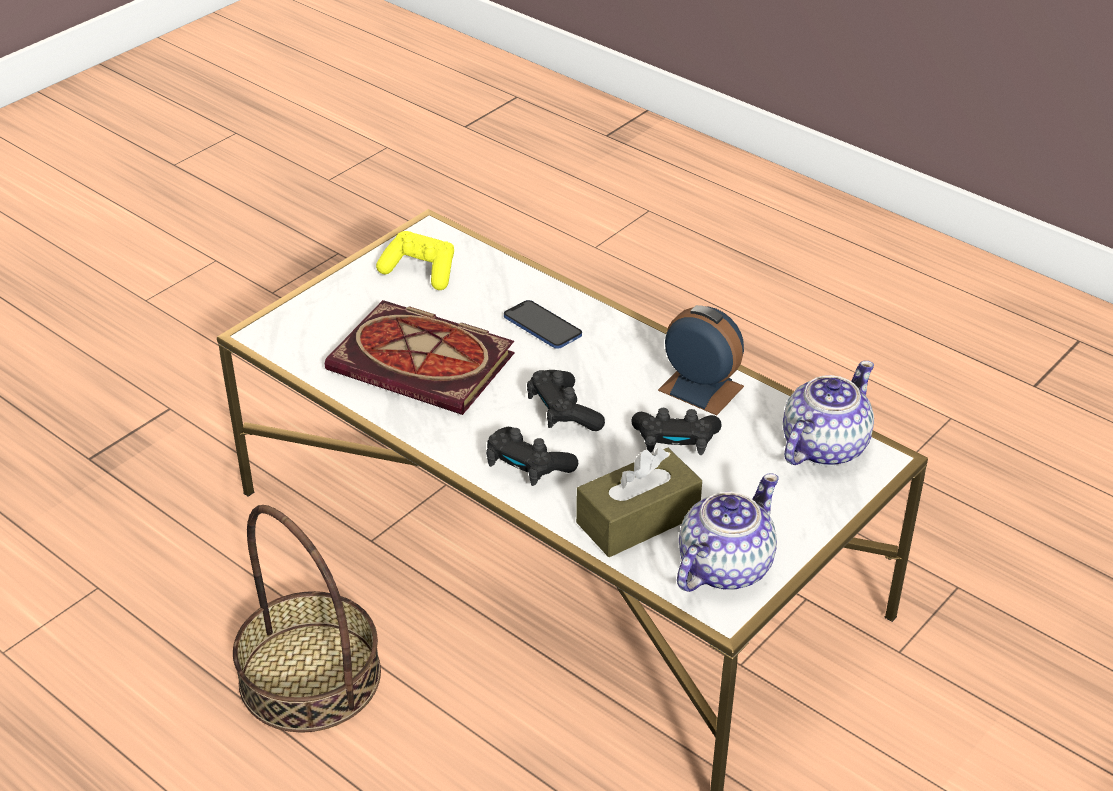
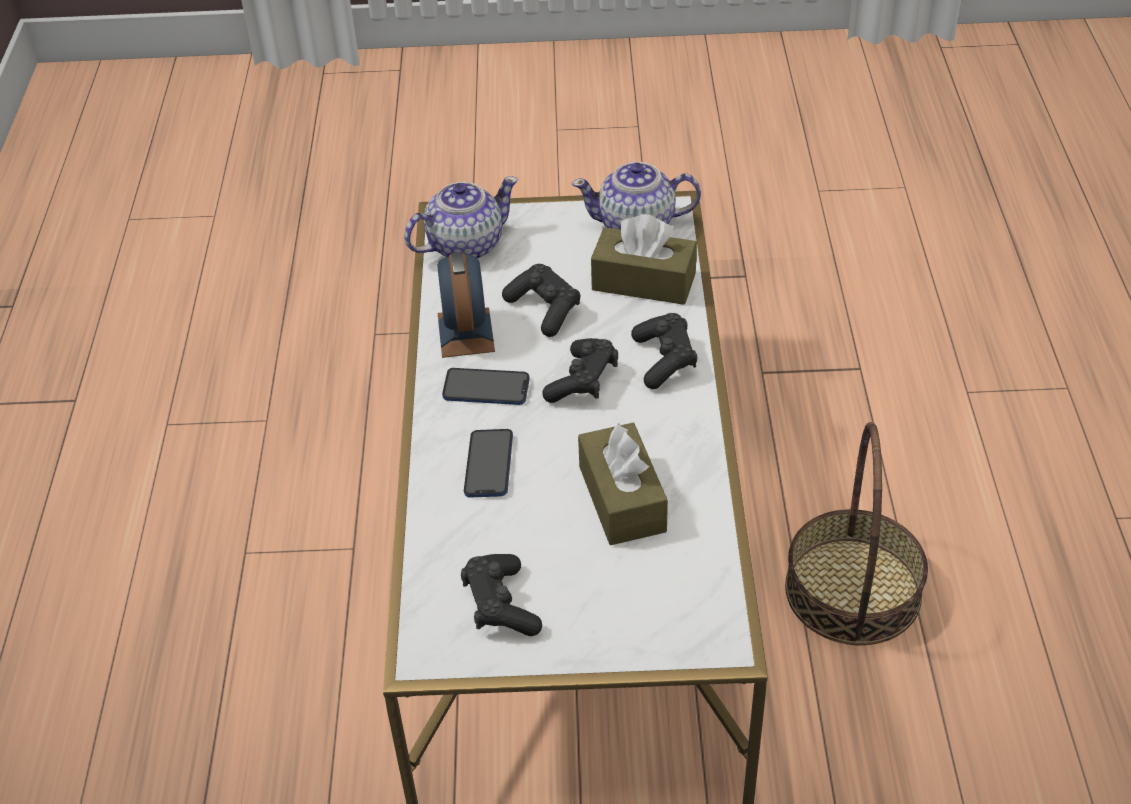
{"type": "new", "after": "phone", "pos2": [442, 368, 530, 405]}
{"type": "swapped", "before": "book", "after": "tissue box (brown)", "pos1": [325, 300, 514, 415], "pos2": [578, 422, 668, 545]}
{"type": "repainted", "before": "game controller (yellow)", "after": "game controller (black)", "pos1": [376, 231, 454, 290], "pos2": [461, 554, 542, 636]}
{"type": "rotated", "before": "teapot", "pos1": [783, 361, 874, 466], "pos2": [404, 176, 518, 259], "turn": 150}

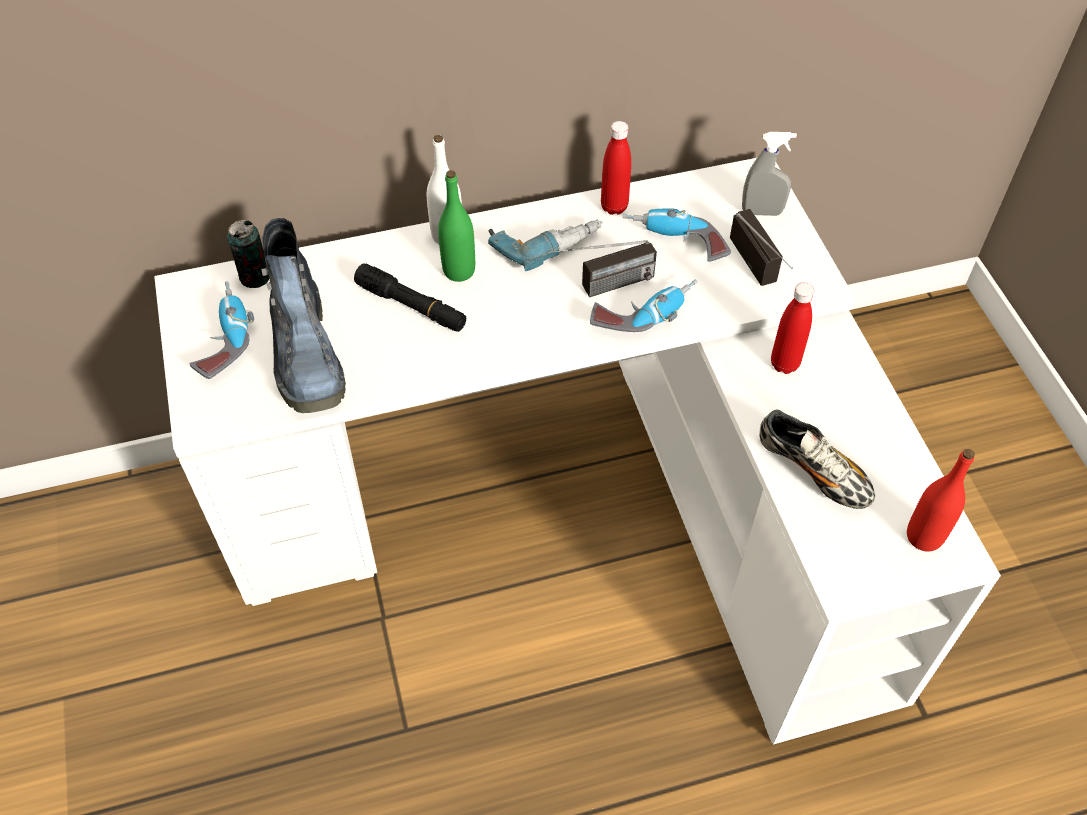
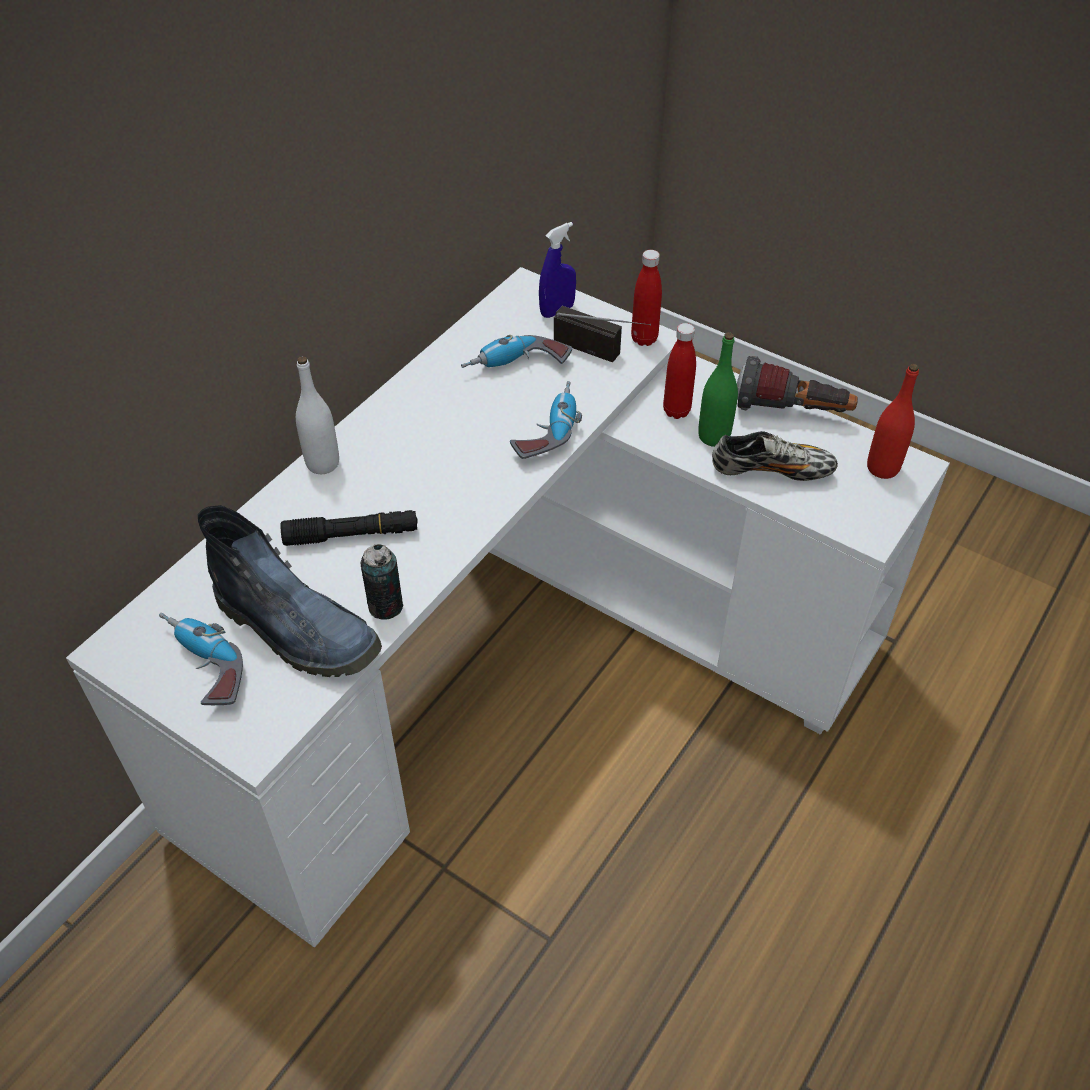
{"type": "gone", "before": "power drill", "pos1": [488, 220, 603, 271]}
{"type": "gone", "before": "radio", "pos1": [547, 240, 657, 297]}
{"type": "new", "after": "flashlight", "pos2": [737, 356, 858, 412]}
{"type": "shifted", "before": "can", "pos1": [227, 220, 269, 288], "pos2": [361, 544, 403, 620]}
{"type": "shifted", "before": "bottle (green)", "pos1": [438, 170, 475, 282], "pos2": [698, 332, 738, 447]}
{"type": "shifted", "before": "bottle (red)", "pos1": [601, 121, 631, 215], "pos2": [631, 250, 662, 346]}
{"type": "repainted", "before": "spray bottle (grey)", "after": "spray bottle (blue)", "pos1": [742, 132, 797, 216], "pos2": [539, 222, 576, 318]}

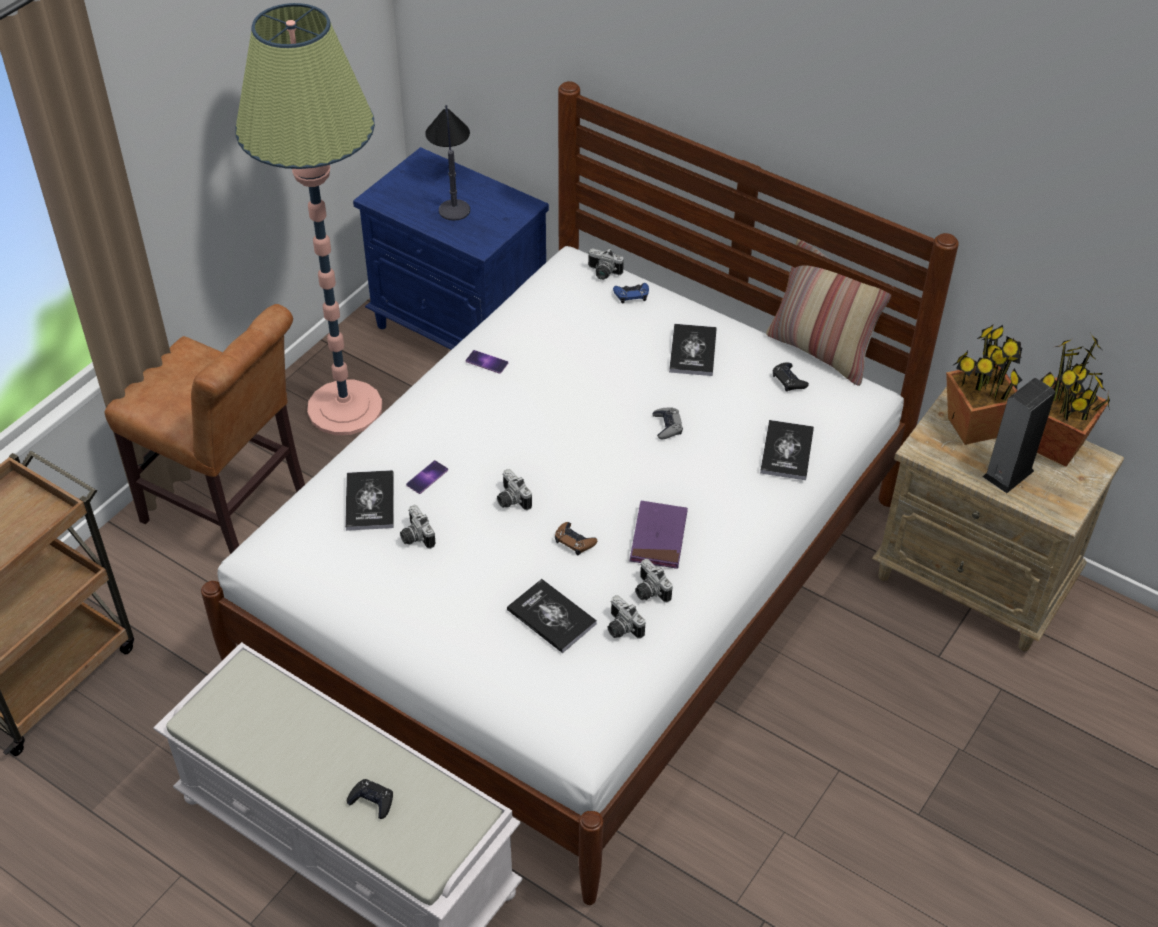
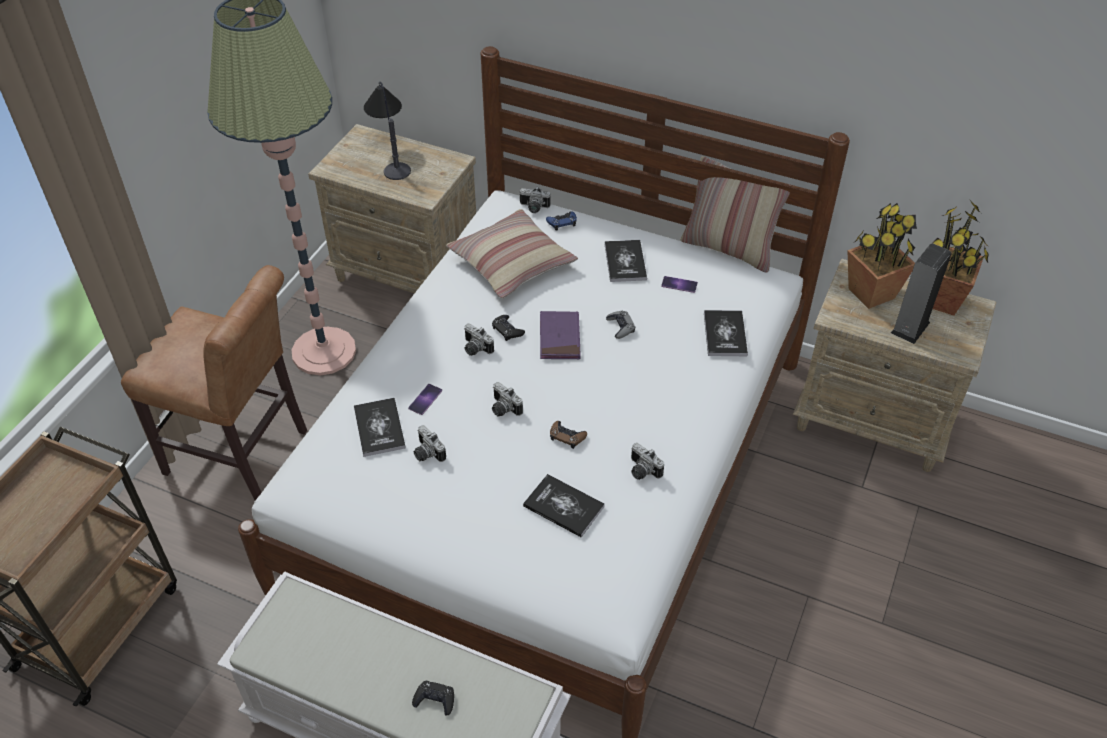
{"type": "new", "after": "pillow", "pos2": [446, 209, 578, 299]}
{"type": "shifted", "before": "phone", "pos1": [466, 350, 508, 374], "pos2": [661, 276, 698, 293]}
{"type": "shifted", "before": "photo camera", "pos1": [608, 595, 646, 638], "pos2": [464, 323, 494, 356]}
{"type": "shifted", "before": "book (purple)", "pos1": [630, 501, 688, 569], "pos2": [540, 311, 581, 359]}
{"type": "shifted", "before": "game controller (black)", "pos1": [773, 362, 809, 392], "pos2": [492, 315, 525, 341]}
{"type": "repainted", "before": "nightstand (blue)", "after": "nightstand (beige)", "pos1": [353, 147, 549, 350], "pos2": [308, 124, 476, 293]}

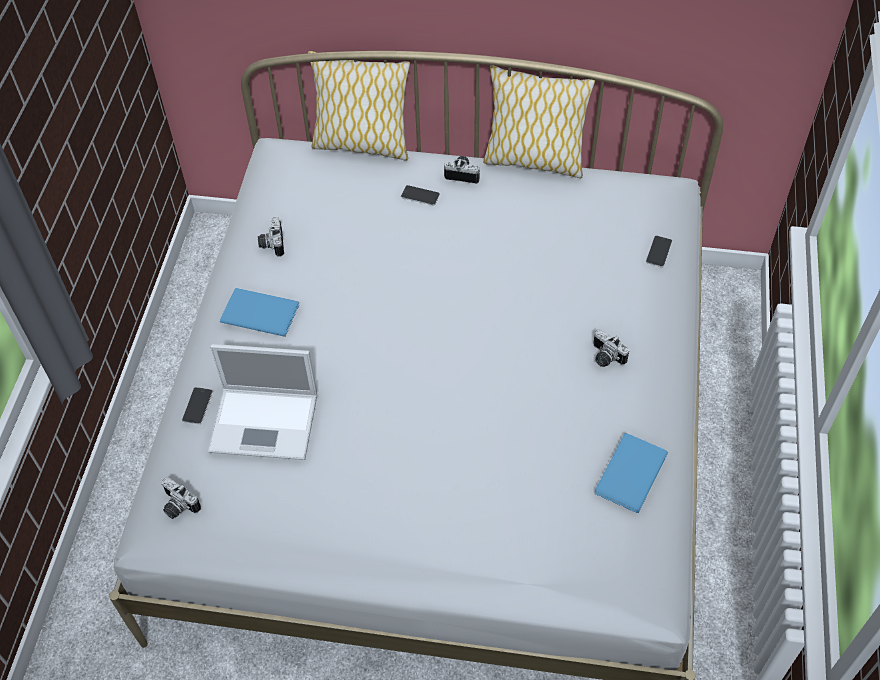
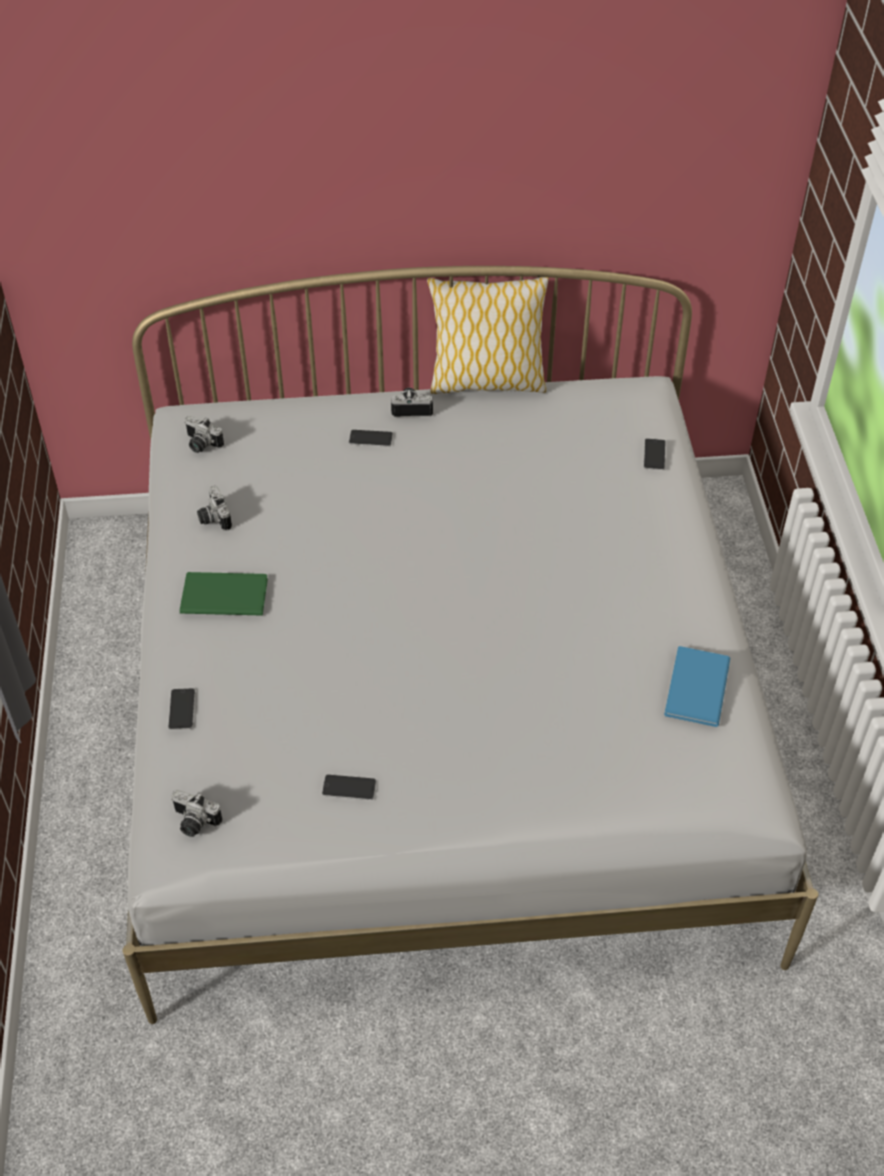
{"type": "gone", "before": "laptop", "pos1": [208, 344, 317, 460]}
{"type": "gone", "before": "pillow", "pos1": [308, 51, 410, 161]}
{"type": "new", "after": "phone", "pos2": [322, 775, 376, 800]}
{"type": "shifted", "before": "photo camera", "pos1": [593, 329, 629, 367], "pos2": [185, 416, 224, 453]}
{"type": "repainted", "before": "book (blue)", "after": "book (green)", "pos1": [220, 288, 299, 337], "pos2": [180, 572, 268, 615]}

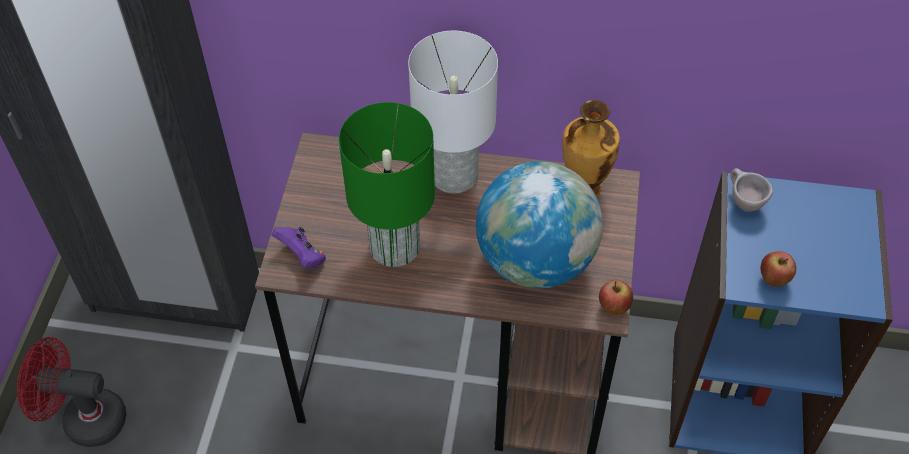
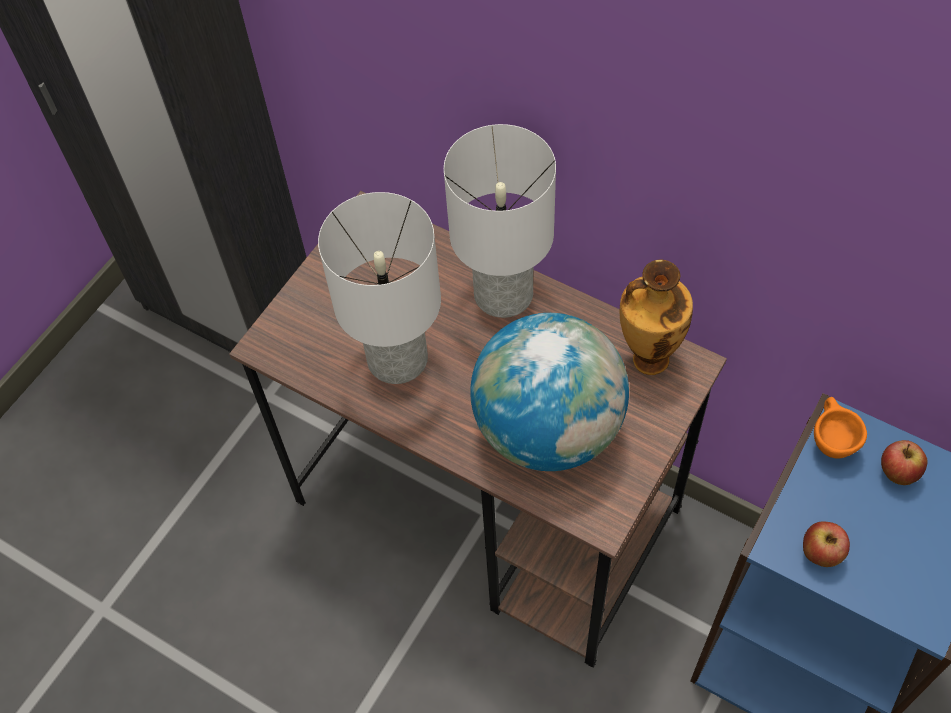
{"type": "gone", "before": "fan (red)", "pos1": [17, 337, 126, 447]}
{"type": "gone", "before": "game controller (purple)", "pos1": [272, 227, 326, 268]}
{"type": "shifted", "before": "apple", "pos1": [599, 280, 633, 315], "pos2": [881, 440, 928, 485]}
{"type": "repainted", "before": "table lamp (green)", "after": "table lamp (white)", "pos1": [339, 102, 435, 267], "pos2": [318, 192, 441, 384]}
{"type": "repainted", "before": "cup (beige)", "after": "cup (orange)", "pos1": [731, 168, 773, 212], "pos2": [814, 397, 867, 459]}

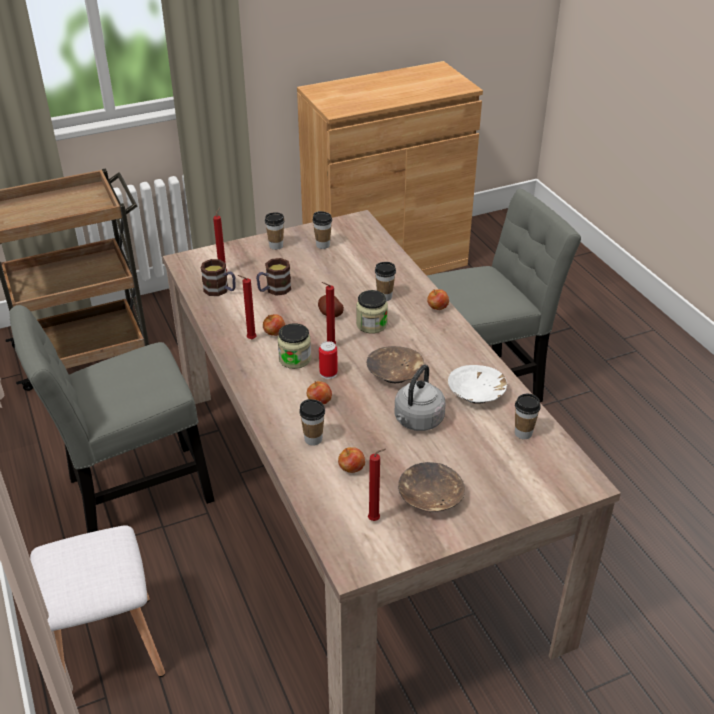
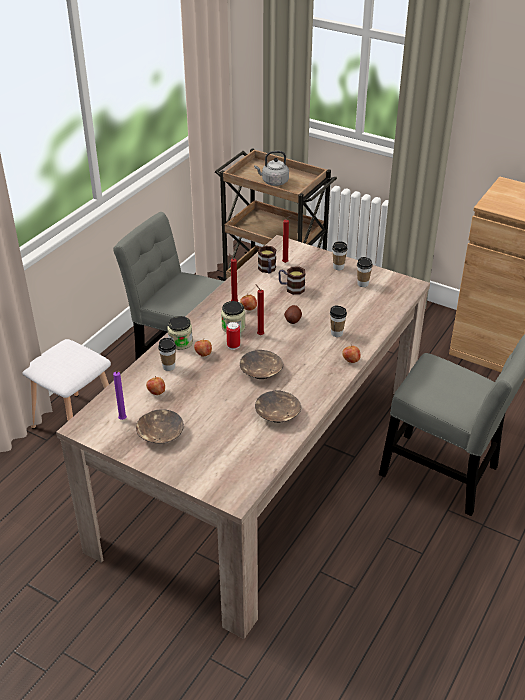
{"type": "gone", "before": "cup", "pos1": [515, 394, 541, 439]}
{"type": "shifted", "before": "jar", "pos1": [356, 290, 388, 334], "pos2": [167, 316, 193, 350]}
{"type": "shifted", "before": "kettle (grey)", "pos1": [395, 365, 445, 431], "pos2": [254, 151, 289, 186]}
{"type": "repainted", "before": "candle (red)", "after": "candle (purple)", "pos1": [368, 449, 386, 521], "pos2": [113, 371, 127, 420]}
{"type": "repainted", "before": "bowl (white)", "after": "bowl (brown)", "pos1": [448, 365, 507, 404], "pos2": [255, 390, 301, 423]}

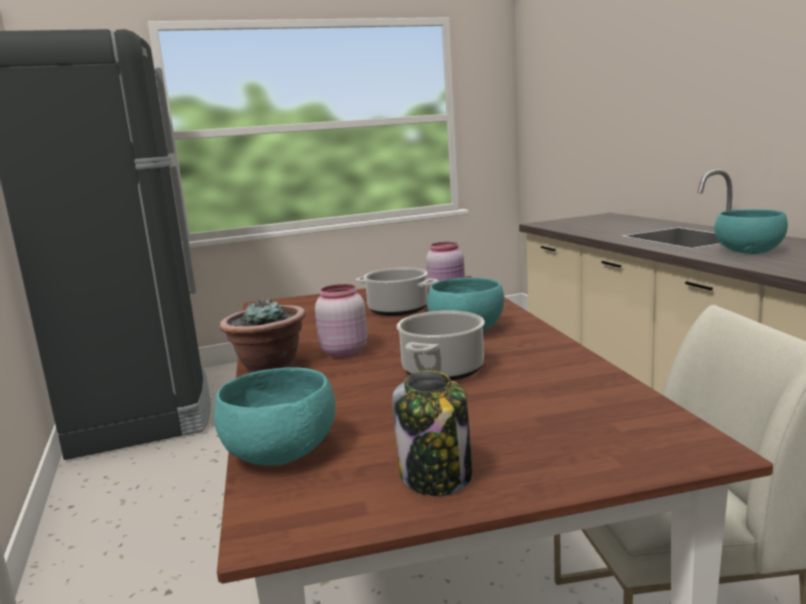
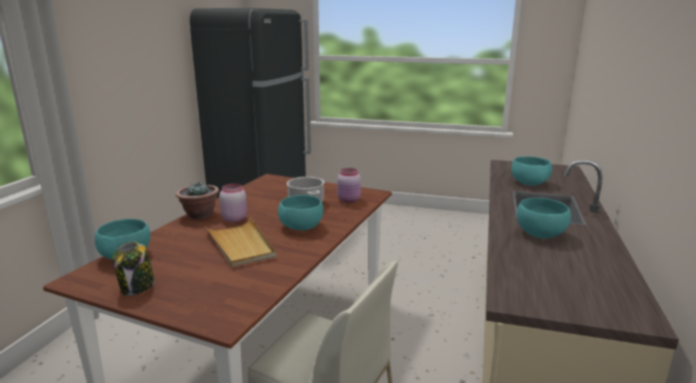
{"type": "new", "after": "bowl (turquoise)", "pos2": [511, 156, 552, 185]}
{"type": "swapped", "before": "cooking pot", "after": "tray (beige)", "pos1": [397, 310, 485, 381], "pos2": [205, 217, 277, 267]}

